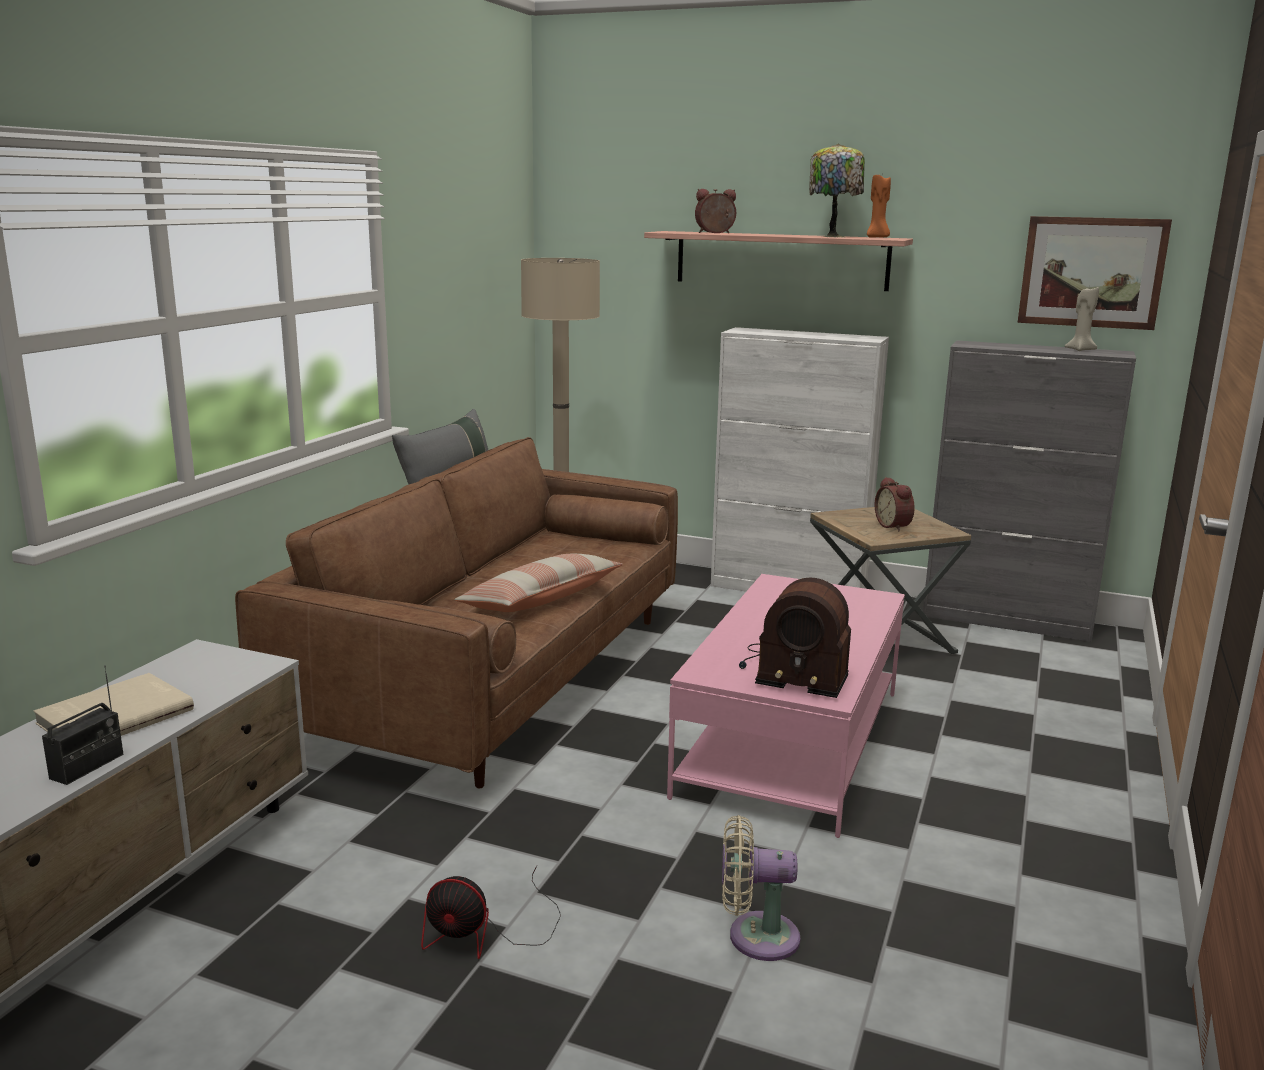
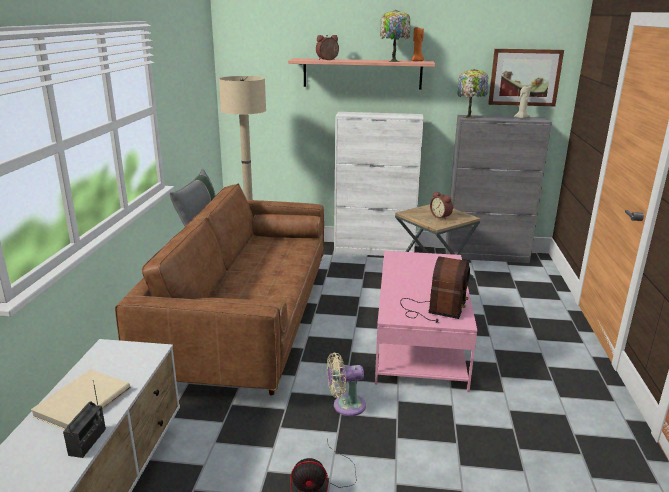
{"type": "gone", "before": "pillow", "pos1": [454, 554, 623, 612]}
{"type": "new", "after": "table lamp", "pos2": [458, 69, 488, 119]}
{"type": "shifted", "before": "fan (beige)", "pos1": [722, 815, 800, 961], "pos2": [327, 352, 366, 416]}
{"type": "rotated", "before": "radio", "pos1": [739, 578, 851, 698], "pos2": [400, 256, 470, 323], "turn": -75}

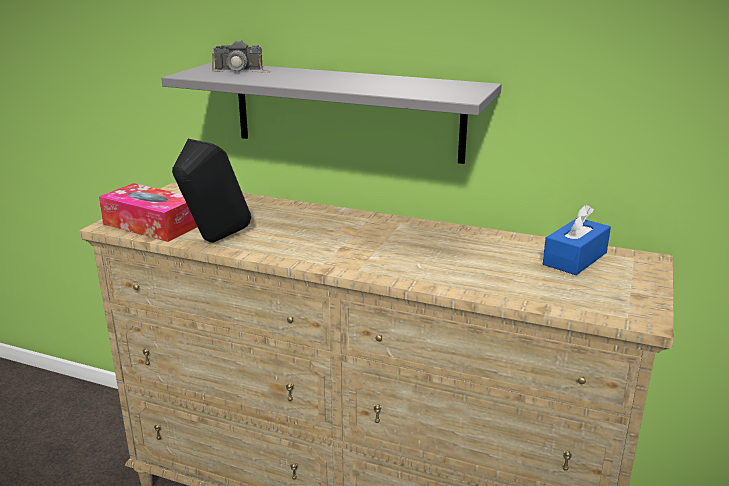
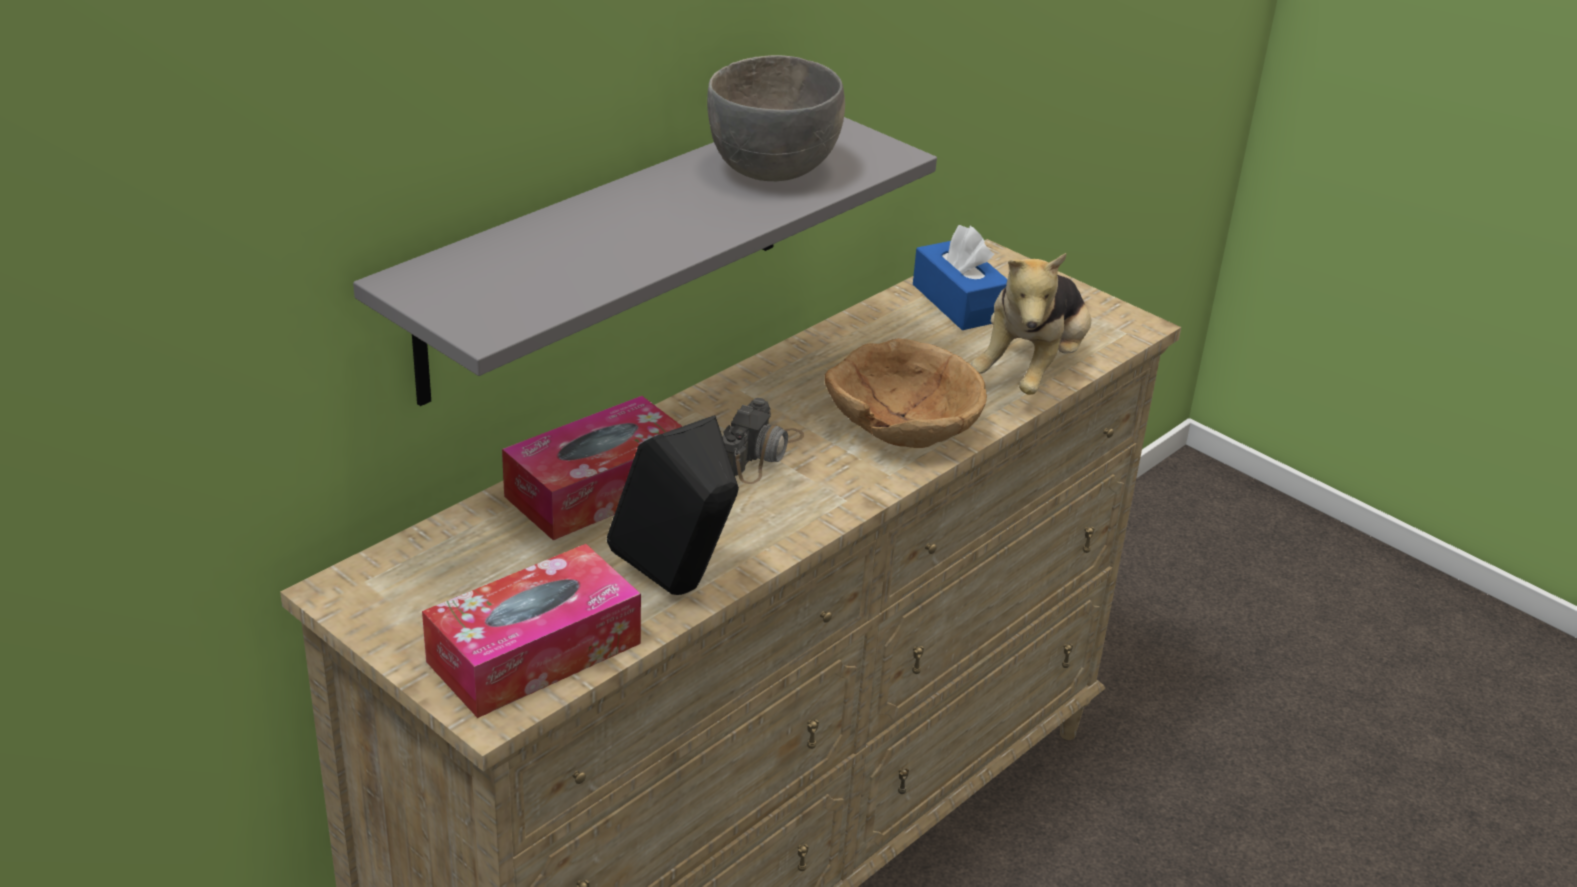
{"type": "new", "after": "tissue box", "pos2": [502, 396, 683, 540]}
{"type": "new", "after": "bowl (grey)", "pos2": [707, 55, 845, 181]}
{"type": "new", "after": "bowl (brown)", "pos2": [825, 338, 987, 448]}
{"type": "new", "after": "plush toy", "pos2": [971, 253, 1091, 395]}
{"type": "shifted", "before": "photo camera", "pos1": [212, 40, 271, 73], "pos2": [722, 398, 804, 484]}

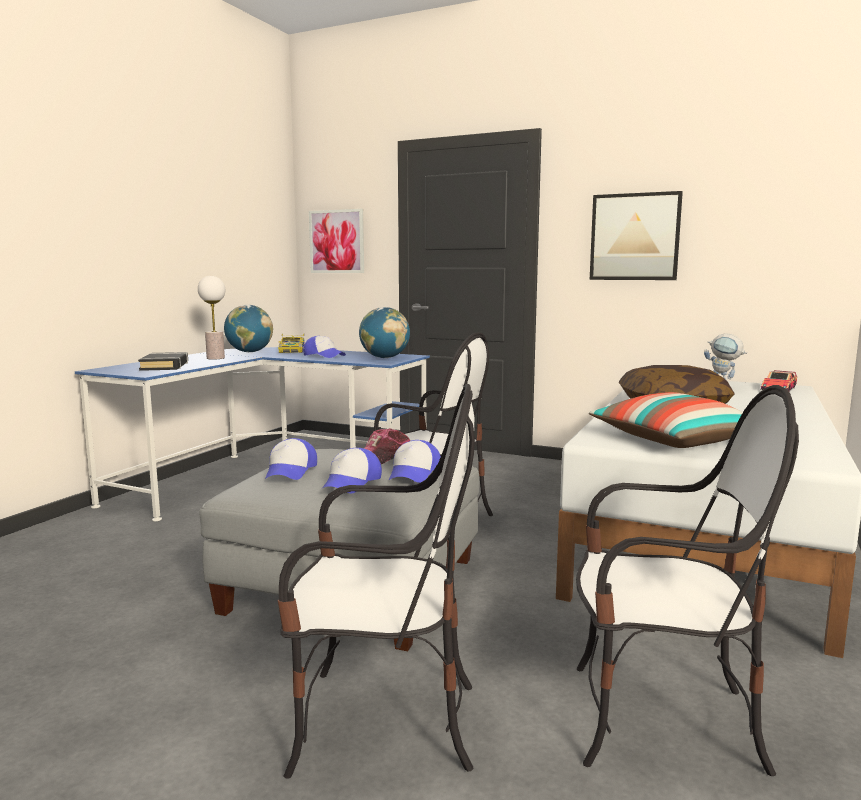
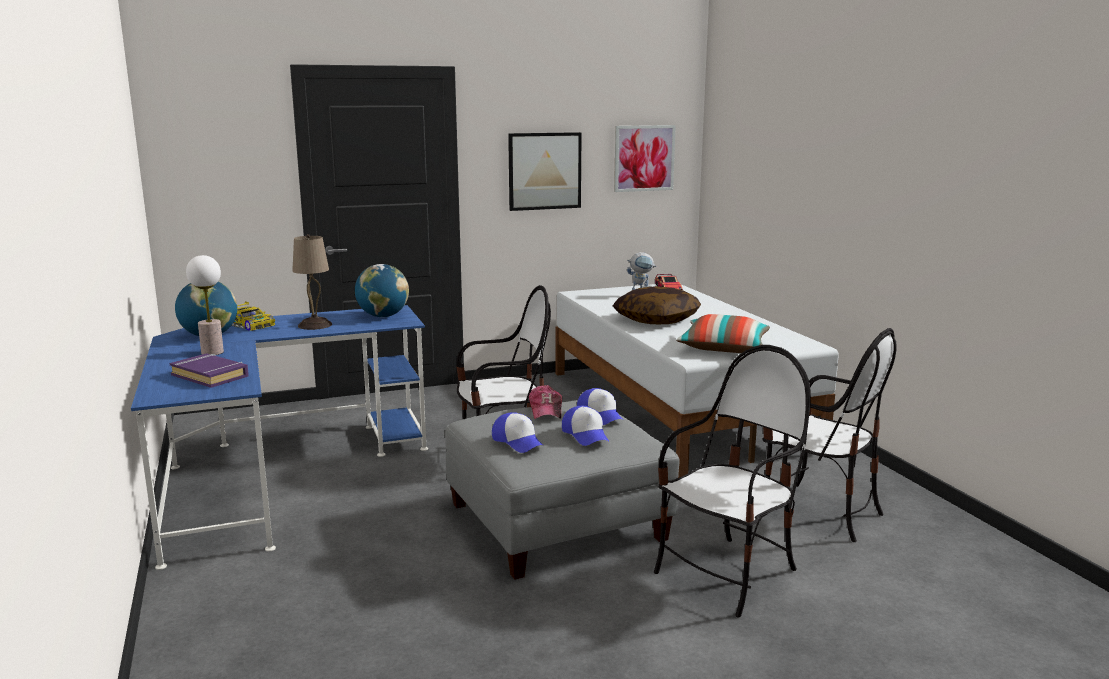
{"type": "shifted", "before": "picture", "pos1": [309, 209, 364, 273], "pos2": [614, 125, 676, 192]}
{"type": "swapped", "before": "cap", "after": "table lamp (beige)", "pos1": [303, 336, 346, 358], "pos2": [292, 234, 332, 330]}
{"type": "repainted", "before": "book (black)", "after": "book (purple)", "pos1": [138, 352, 188, 371], "pos2": [169, 353, 249, 388]}
{"type": "rotated", "before": "chair", "pos1": [576, 385, 799, 776], "pos2": [763, 328, 897, 542], "turn": 75}

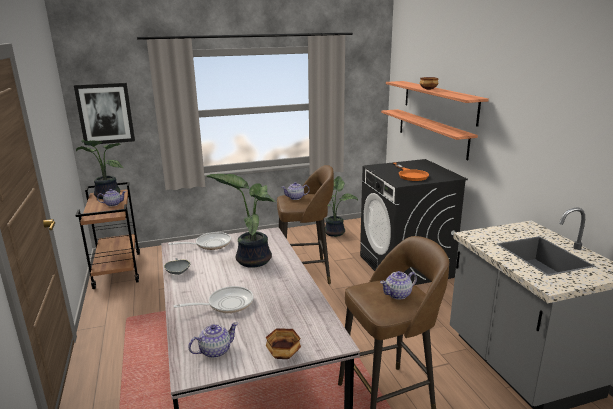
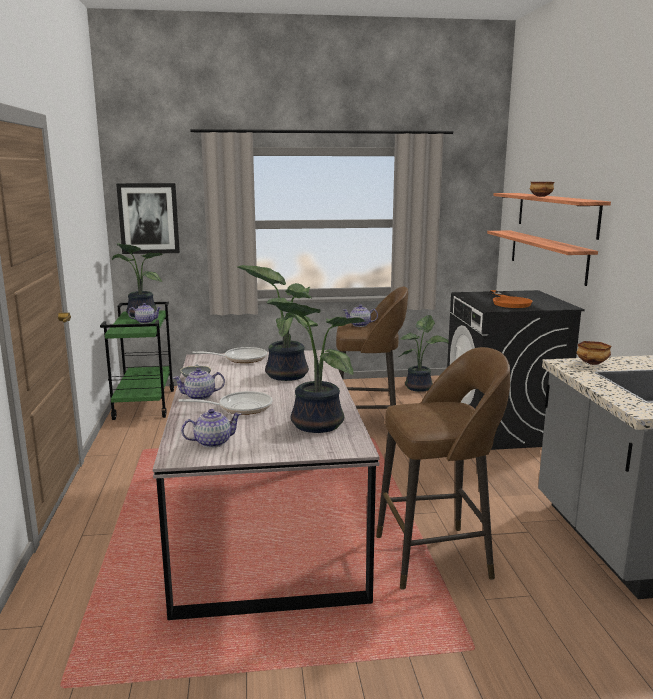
{"type": "new", "after": "potted plant", "pos2": [266, 298, 367, 433]}
{"type": "shifted", "before": "bowl", "pos1": [266, 328, 301, 359], "pos2": [576, 341, 611, 365]}
{"type": "shifted", "before": "teapot", "pos1": [380, 271, 417, 299], "pos2": [173, 368, 225, 400]}
{"type": "repainted", "before": "cart (brown)", "after": "cart (green)", "pos1": [76, 182, 140, 289], "pos2": [100, 302, 174, 420]}

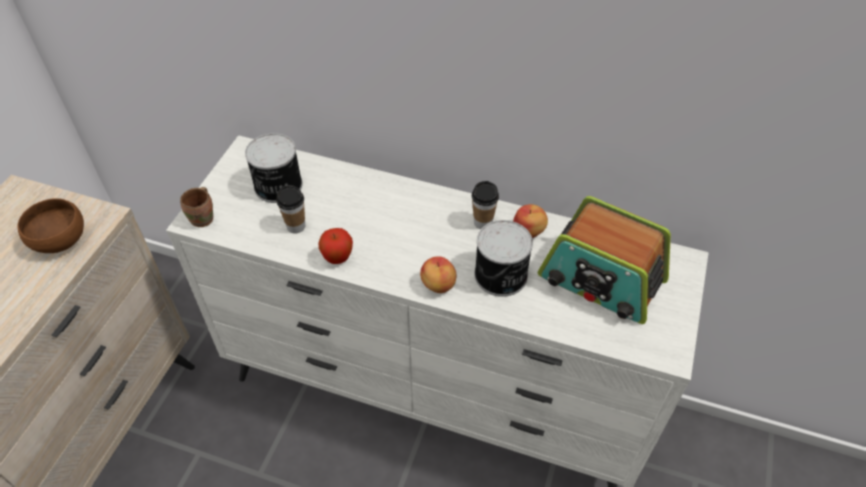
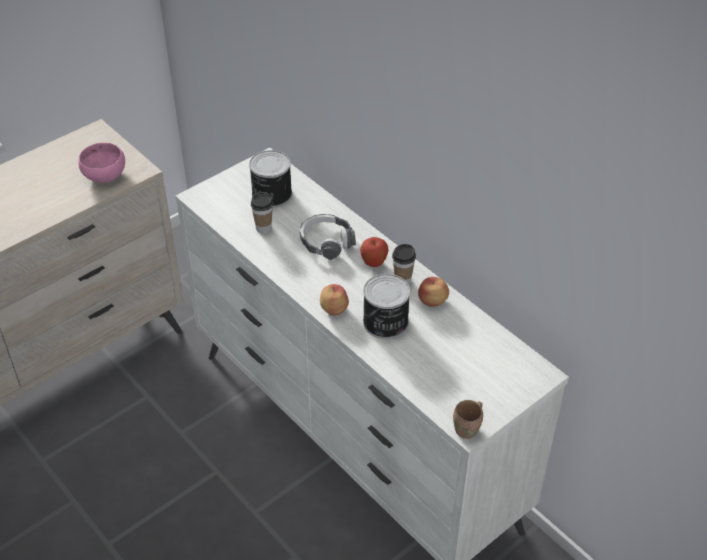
{"type": "gone", "before": "radio", "pos1": [538, 196, 671, 324]}
{"type": "new", "after": "headphones", "pos2": [300, 214, 356, 260]}
{"type": "shifted", "before": "mug (brown)", "pos1": [180, 187, 213, 227], "pos2": [453, 400, 483, 439]}
{"type": "shifted", "before": "apple", "pos1": [319, 228, 353, 264], "pos2": [360, 237, 389, 267]}
{"type": "repainted", "before": "bowl (brown)", "after": "bowl (pink)", "pos1": [17, 198, 84, 253], "pos2": [78, 143, 125, 183]}

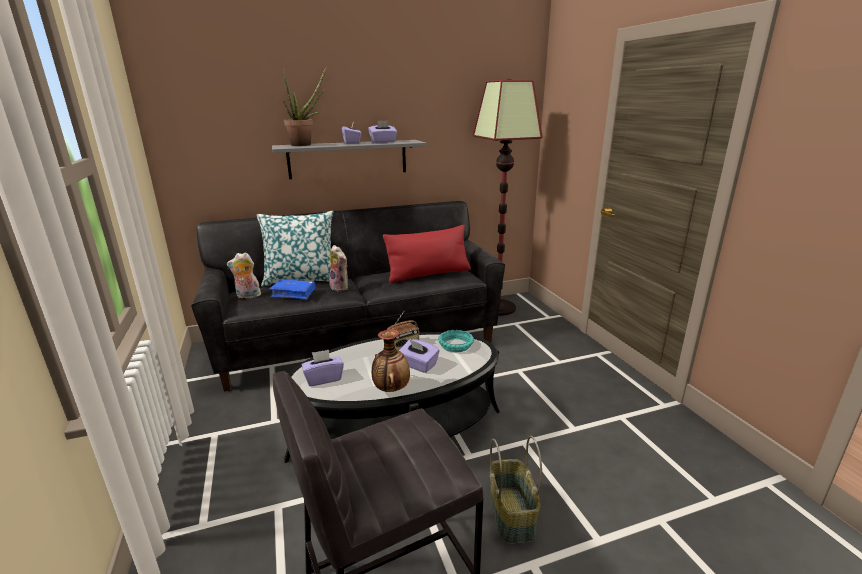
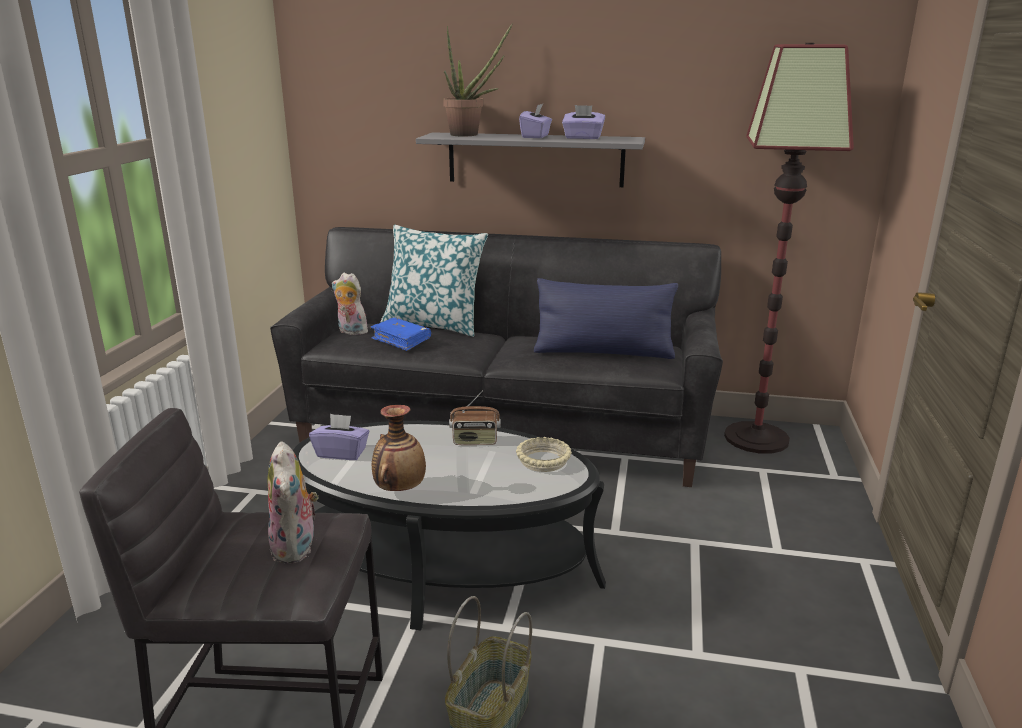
{"type": "gone", "before": "tissue box (purple)", "pos1": [399, 339, 440, 373]}
{"type": "shifted", "before": "plush toy", "pos1": [329, 245, 348, 291], "pos2": [268, 441, 319, 564]}
{"type": "repainted", "before": "pillow (red)", "after": "pillow (blue)", "pos1": [383, 225, 471, 283], "pos2": [534, 278, 678, 359]}
{"type": "repainted", "before": "bowl (turquoise)", "after": "bowl (beige)", "pos1": [438, 330, 474, 352], "pos2": [516, 437, 572, 472]}

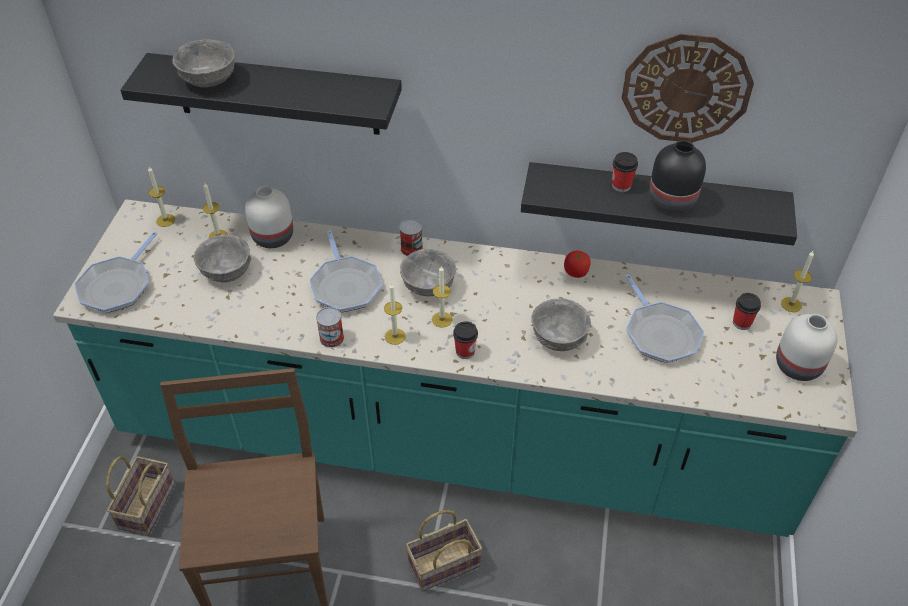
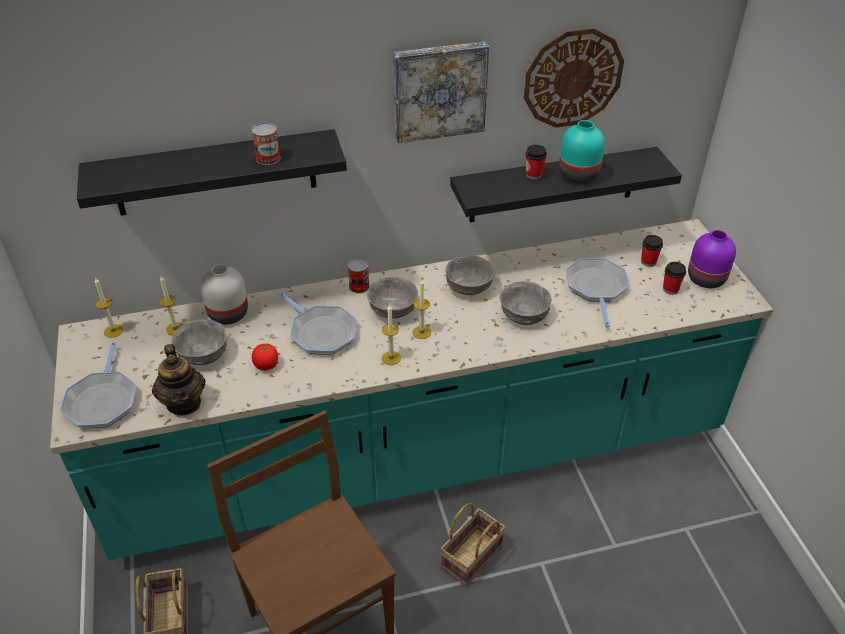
{"type": "gone", "before": "candle", "pos1": [781, 251, 814, 312]}
{"type": "new", "after": "teapot", "pos2": [152, 344, 205, 416]}
{"type": "new", "after": "picture", "pos2": [393, 41, 489, 143]}
{"type": "shifted", "before": "bowl (grey)", "pos1": [172, 39, 235, 87], "pos2": [445, 255, 496, 295]}
{"type": "shifted", "before": "can", "pos1": [316, 307, 344, 348], "pos2": [252, 123, 281, 165]}
{"type": "shifted", "before": "cup", "pos1": [453, 321, 478, 359], "pos2": [663, 262, 686, 295]}
{"type": "shifted", "before": "tomato", "pos1": [564, 251, 591, 278], "pos2": [252, 344, 278, 370]}
{"type": "repainted", "before": "vase (black)", "after": "vase (turquoise)", "pos1": [649, 140, 706, 213], "pos2": [559, 120, 605, 184]}
{"type": "repainted", "before": "vase (white)", "after": "vase (purple)", "pos1": [776, 314, 838, 381], "pos2": [688, 230, 736, 288]}
{"type": "rotated", "before": "frying pan", "pos1": [625, 275, 704, 363], "pos2": [566, 258, 630, 328], "turn": -135}

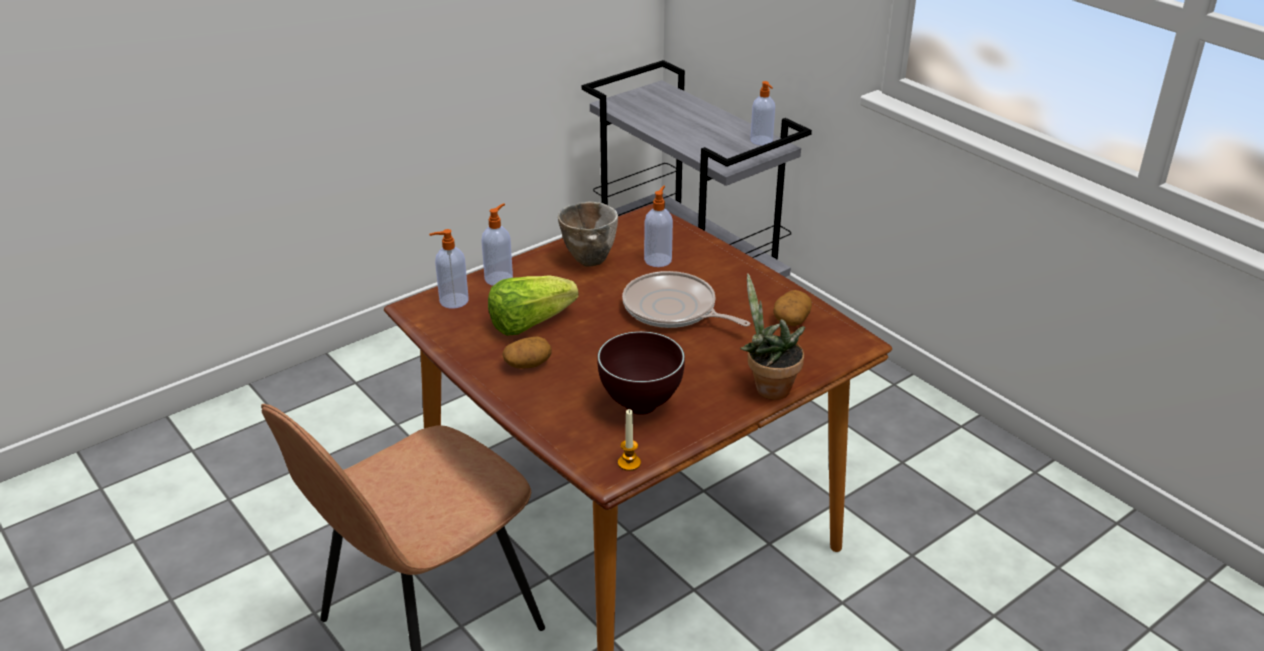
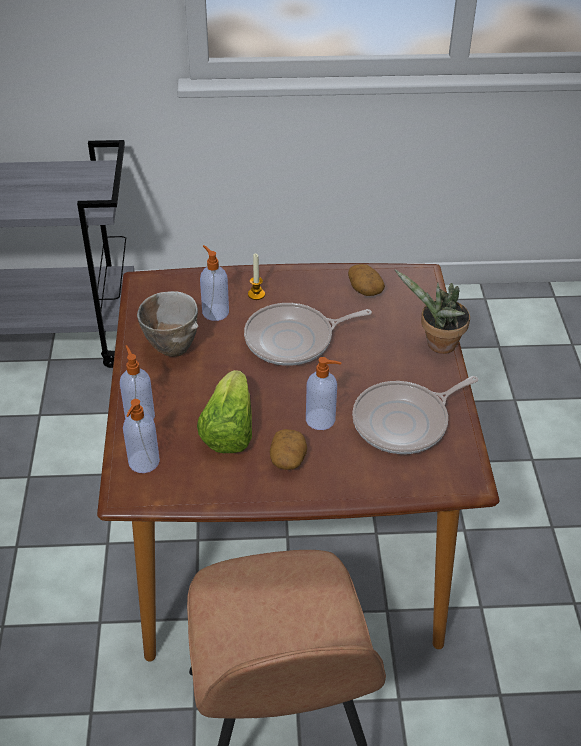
{"type": "shifted", "before": "candle", "pos1": [618, 409, 641, 471], "pos2": [248, 254, 265, 300]}
{"type": "shifted", "before": "soap dispenser", "pos1": [750, 81, 775, 145], "pos2": [306, 357, 342, 430]}
{"type": "swapped", "before": "bowl (brown)", "after": "frying pan", "pos1": [597, 331, 685, 415], "pos2": [352, 376, 479, 454]}

